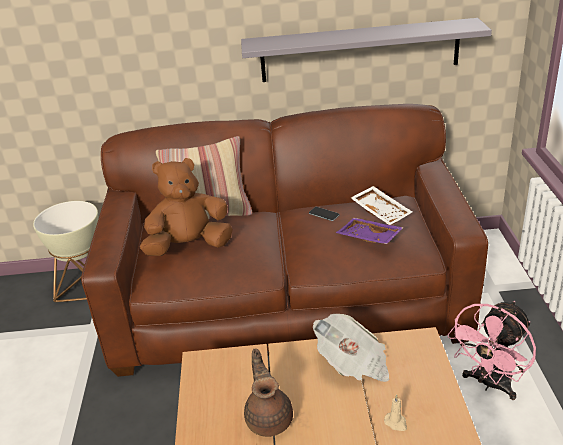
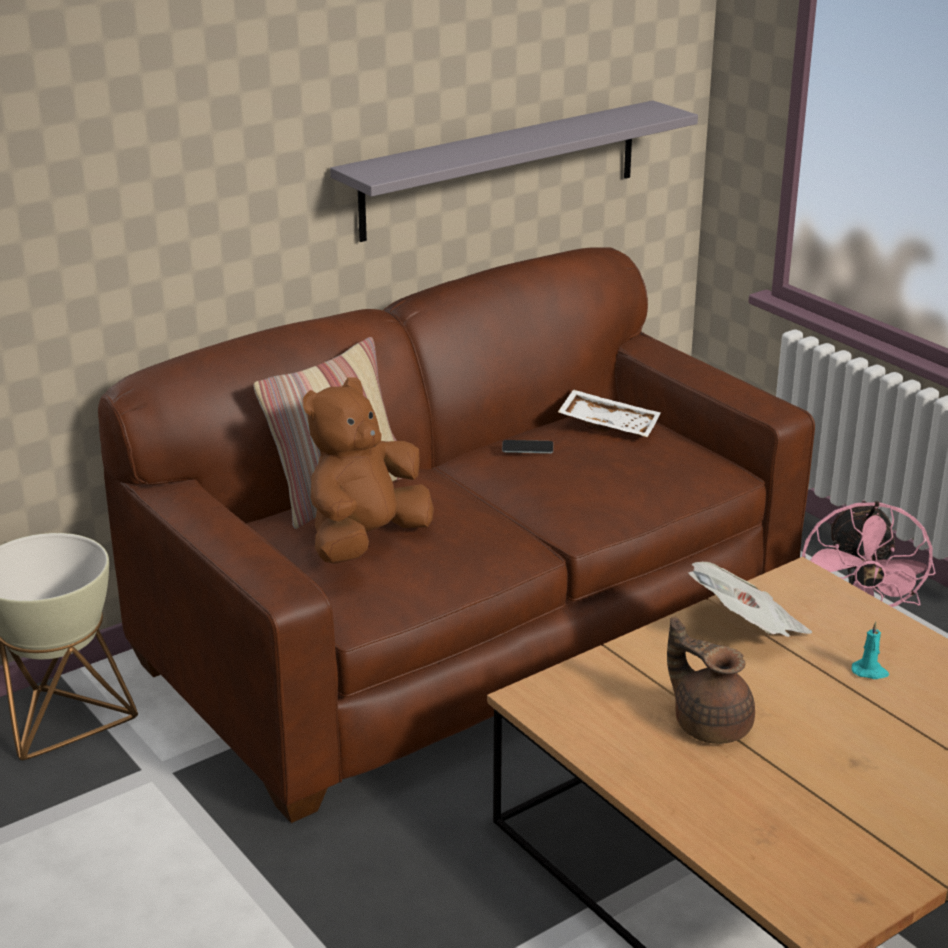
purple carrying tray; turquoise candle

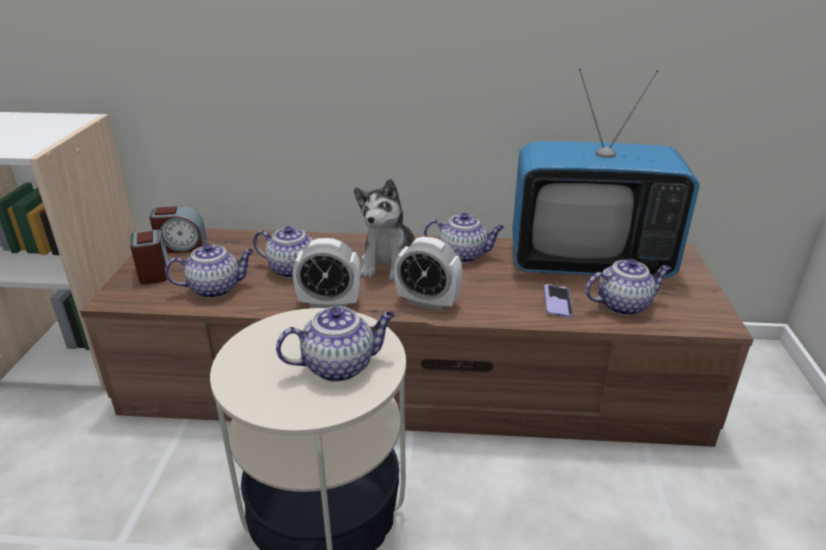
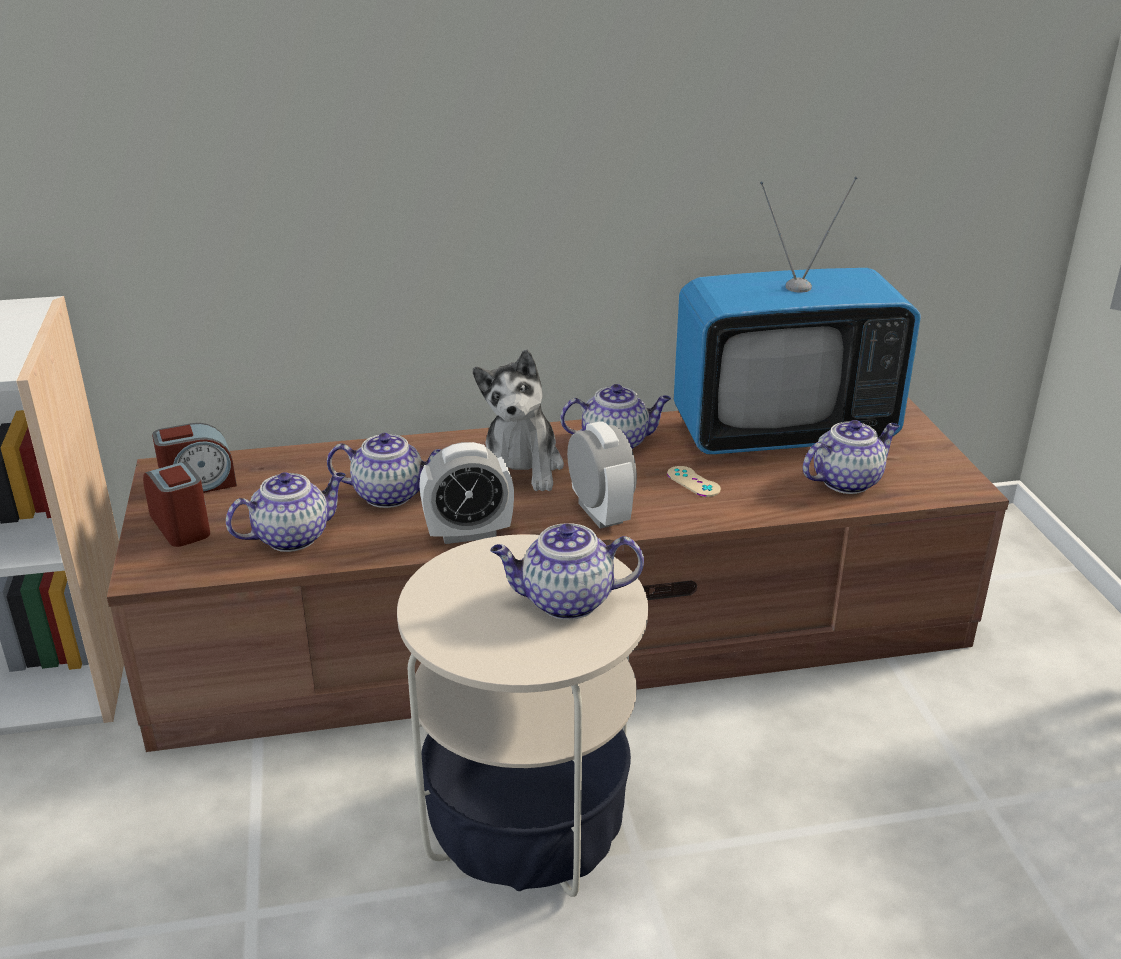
telephone; beige joypad; teapot (no. 3 from left); table clock (no. 4 from left)

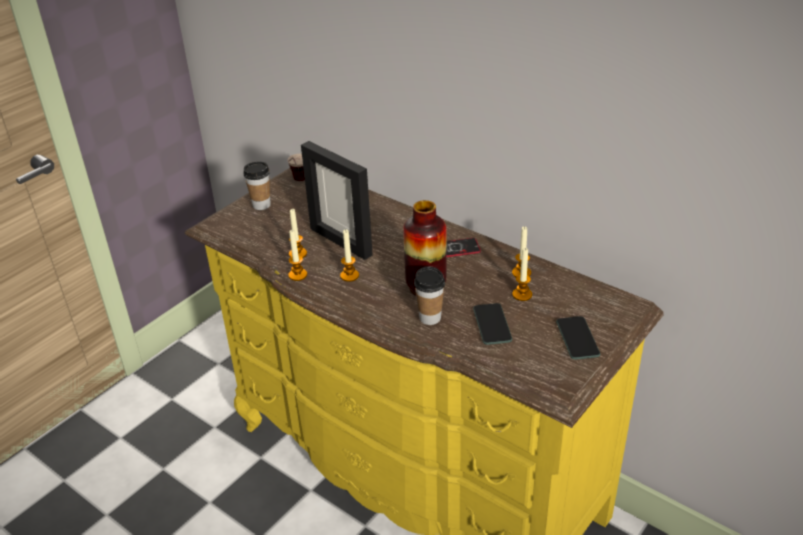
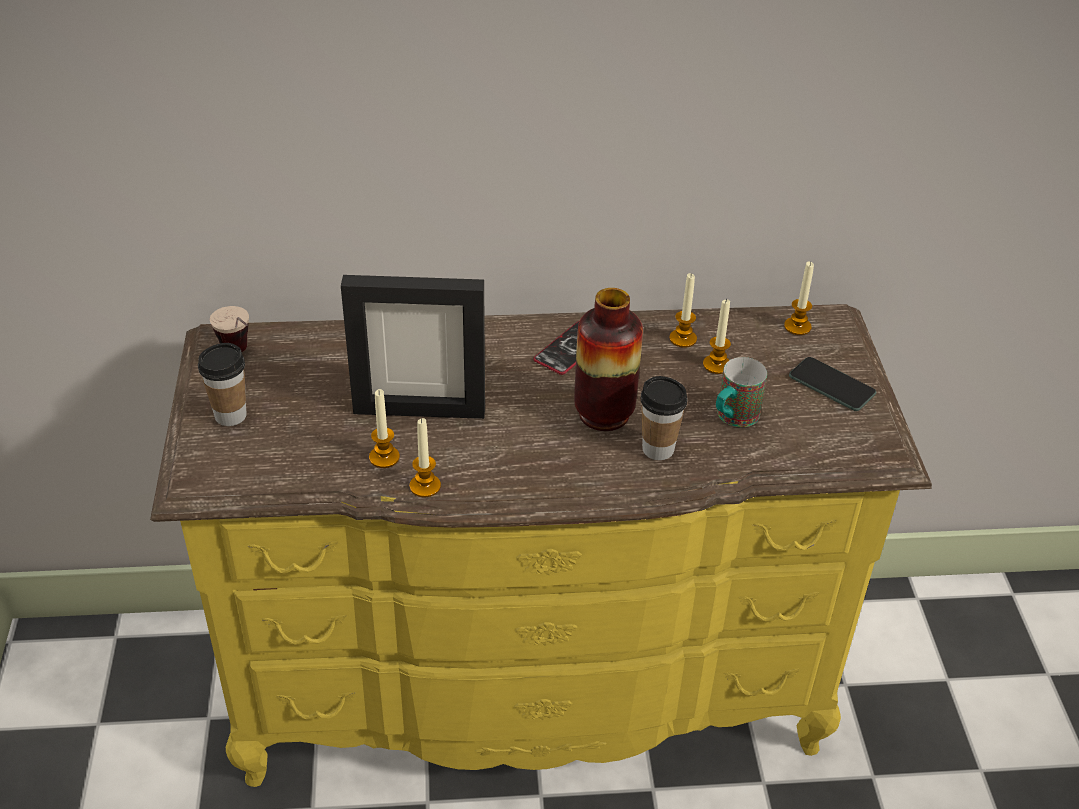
candle (no. 5 from left); mug

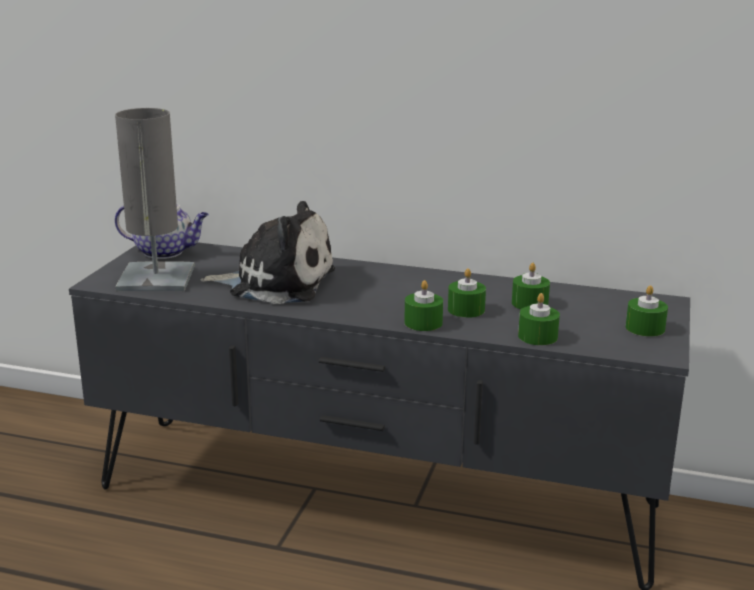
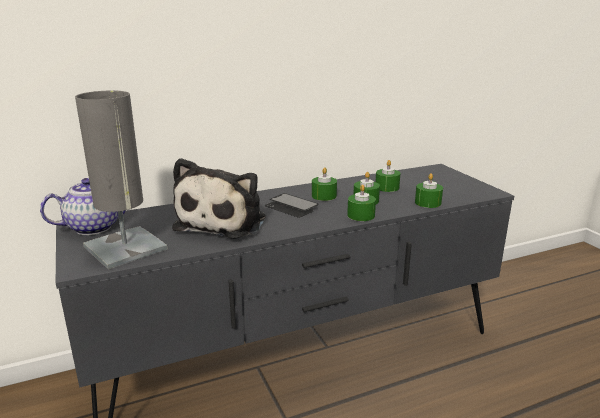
telephone; greenish candle (no. 1 from left); cuddly toy

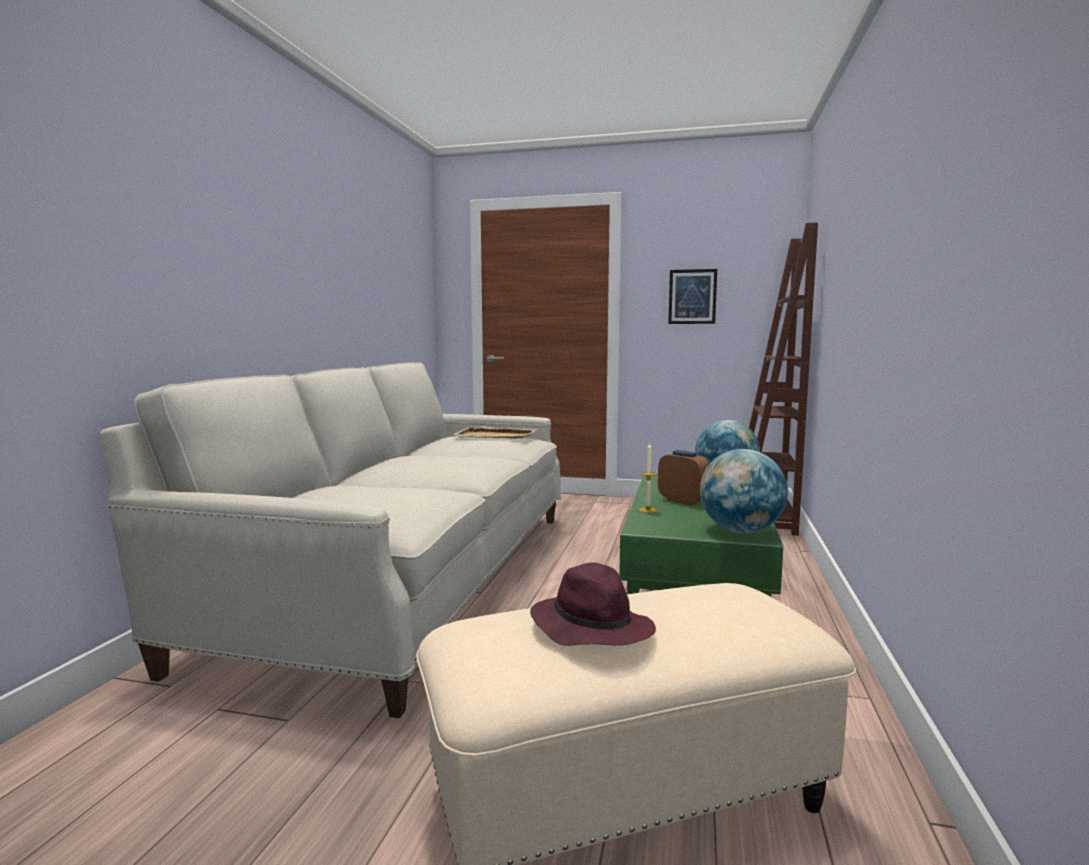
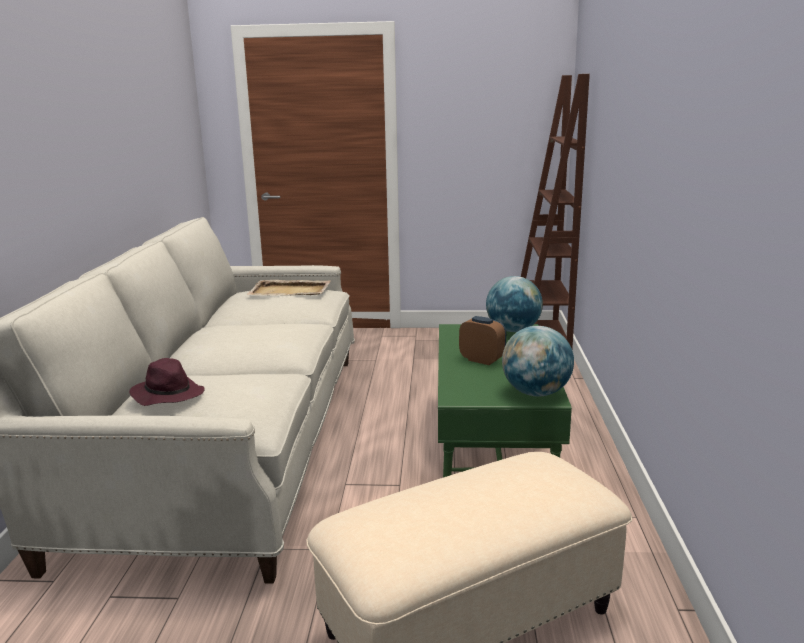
candle; picture; purple wearable hat

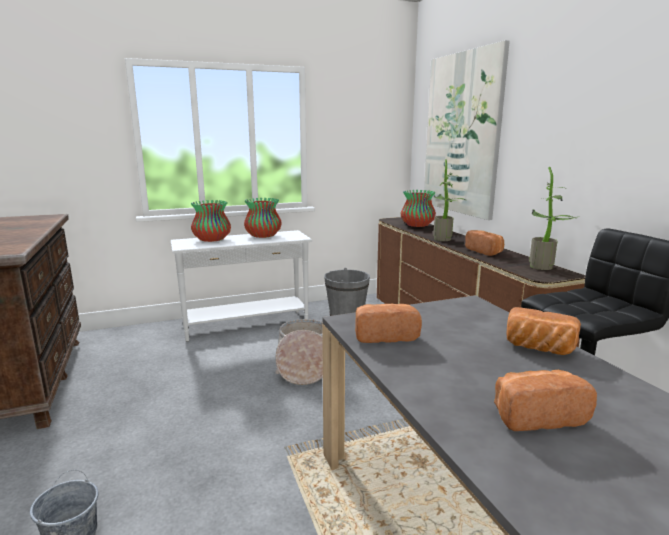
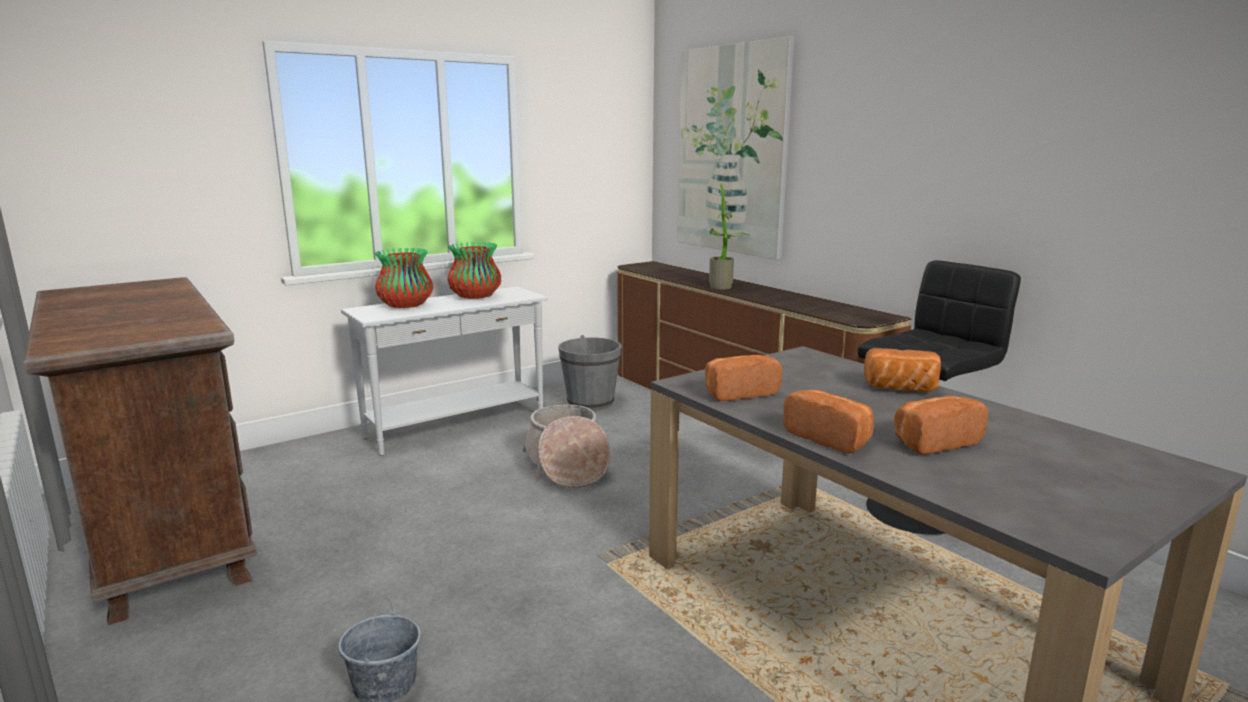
decorative vase (no. 3 from left in the first image); plant in a pot (no. 2 from left in the first image); bakery bread (no. 2 from left)

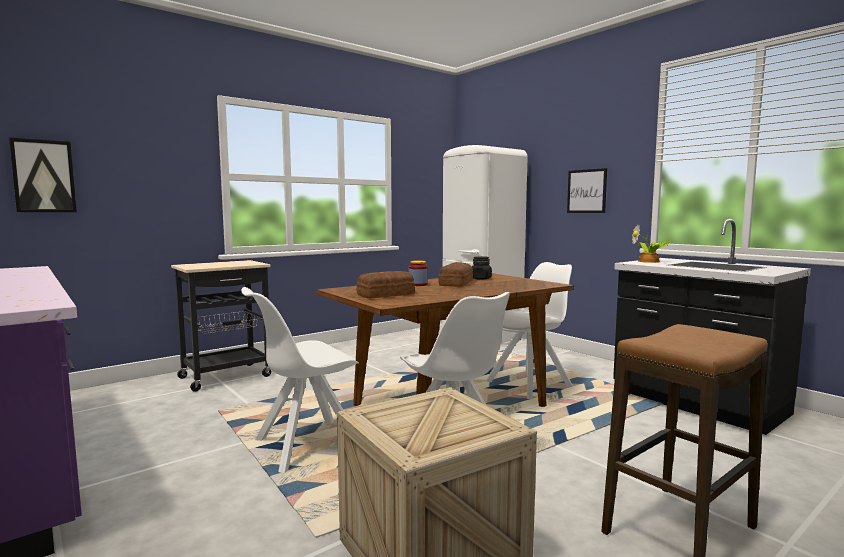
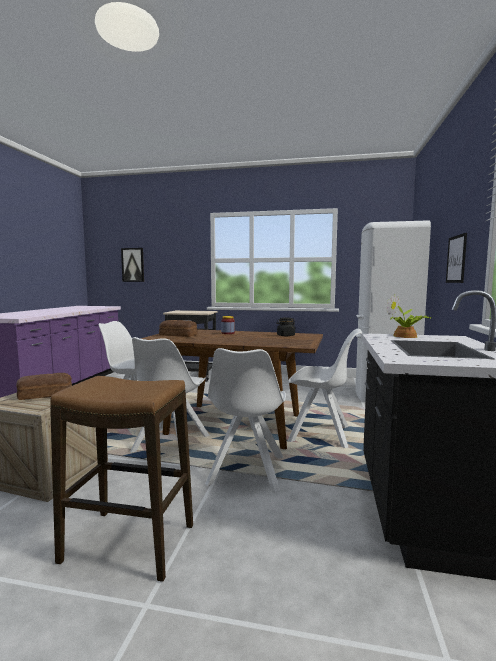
white chair (no. 3 from left); bakery bread (no. 1 from left)

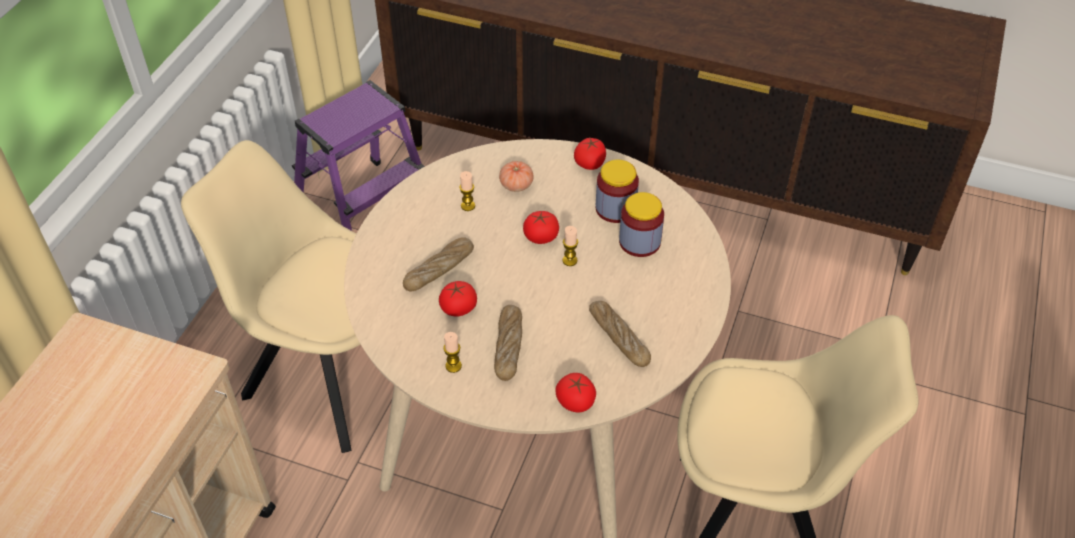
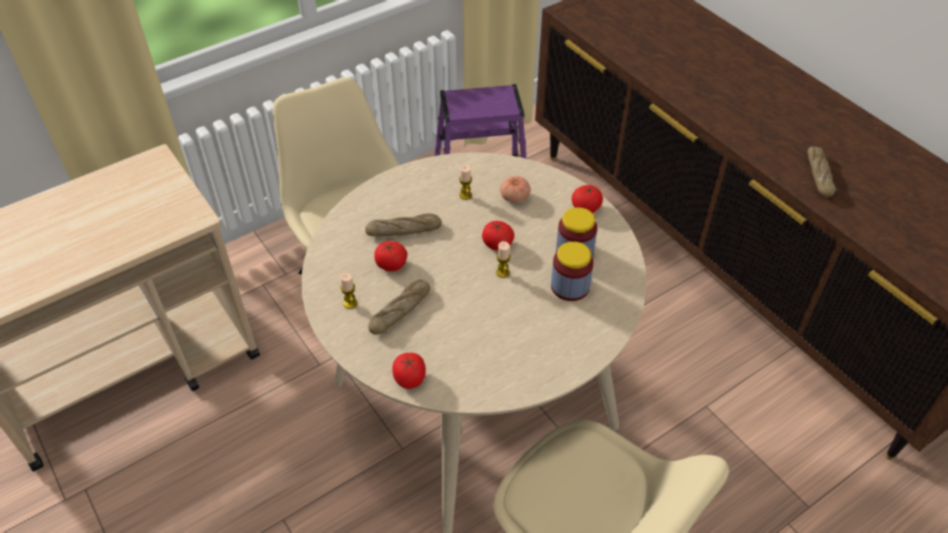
bakery bread (no. 3 from left)

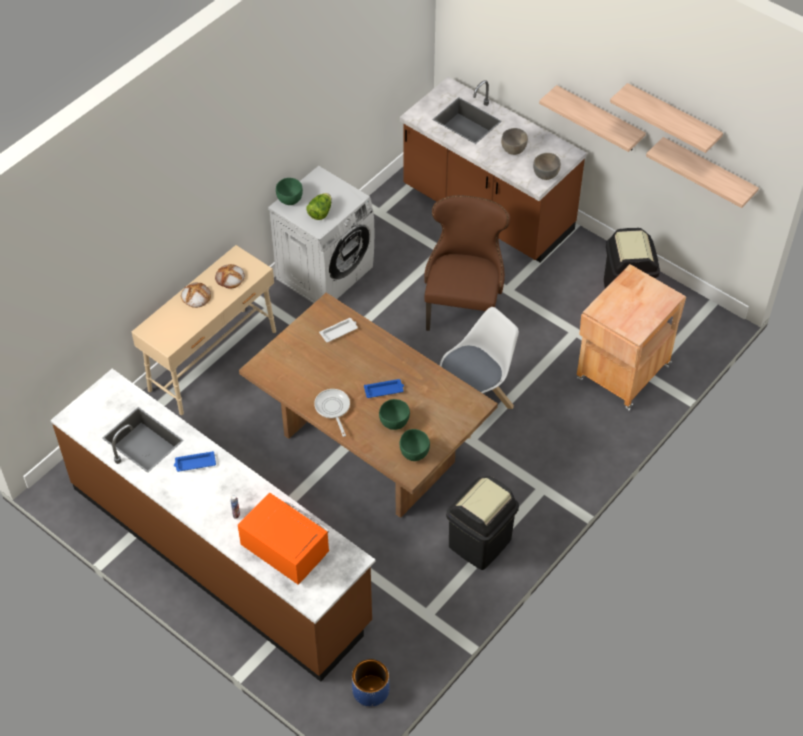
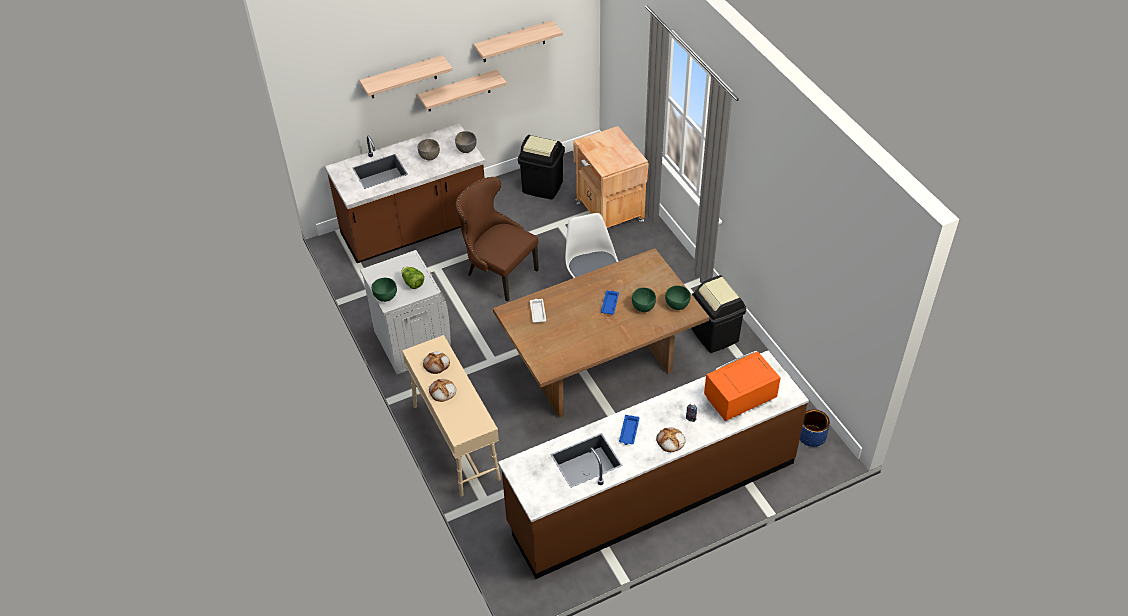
skillet; bakery bread (no. 3 from left); shelf (no. 1 from left)

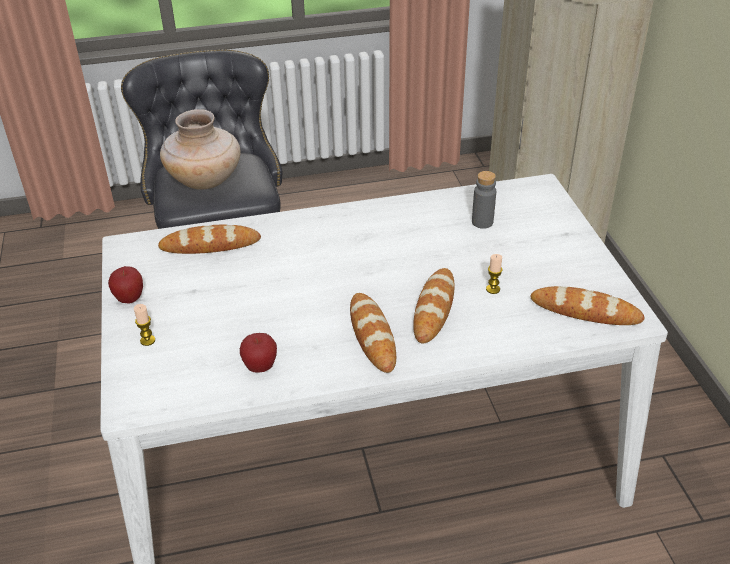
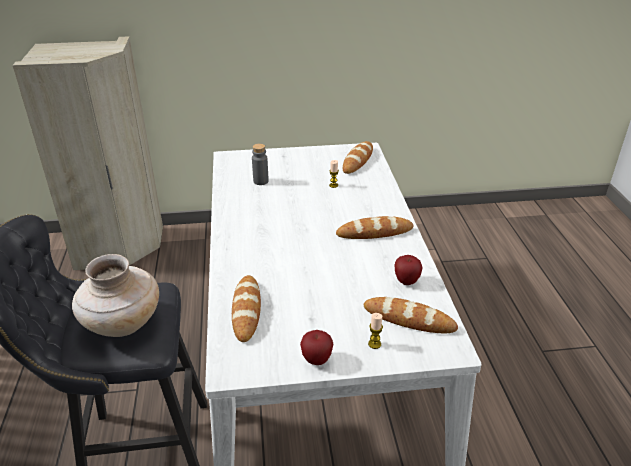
bakery bread (no. 4 from left)

